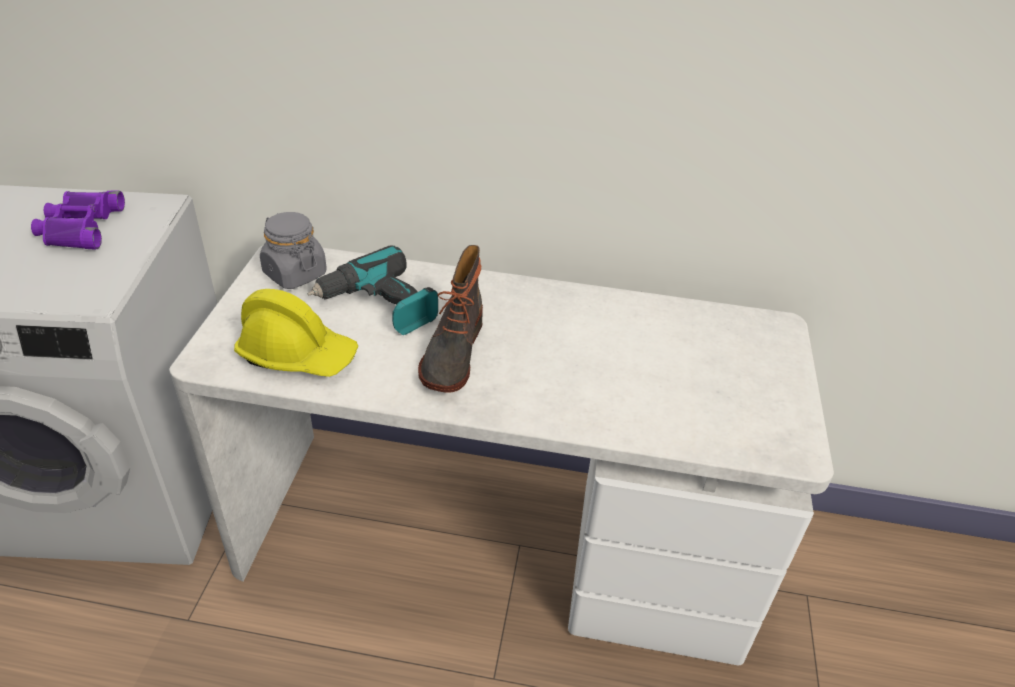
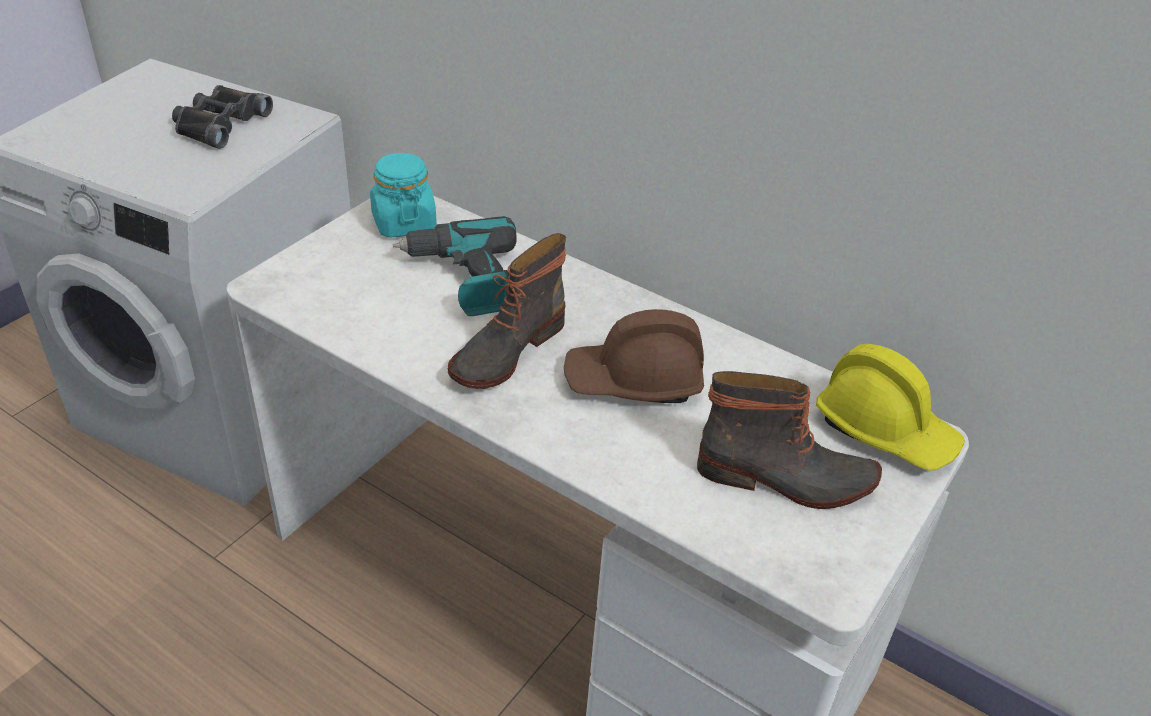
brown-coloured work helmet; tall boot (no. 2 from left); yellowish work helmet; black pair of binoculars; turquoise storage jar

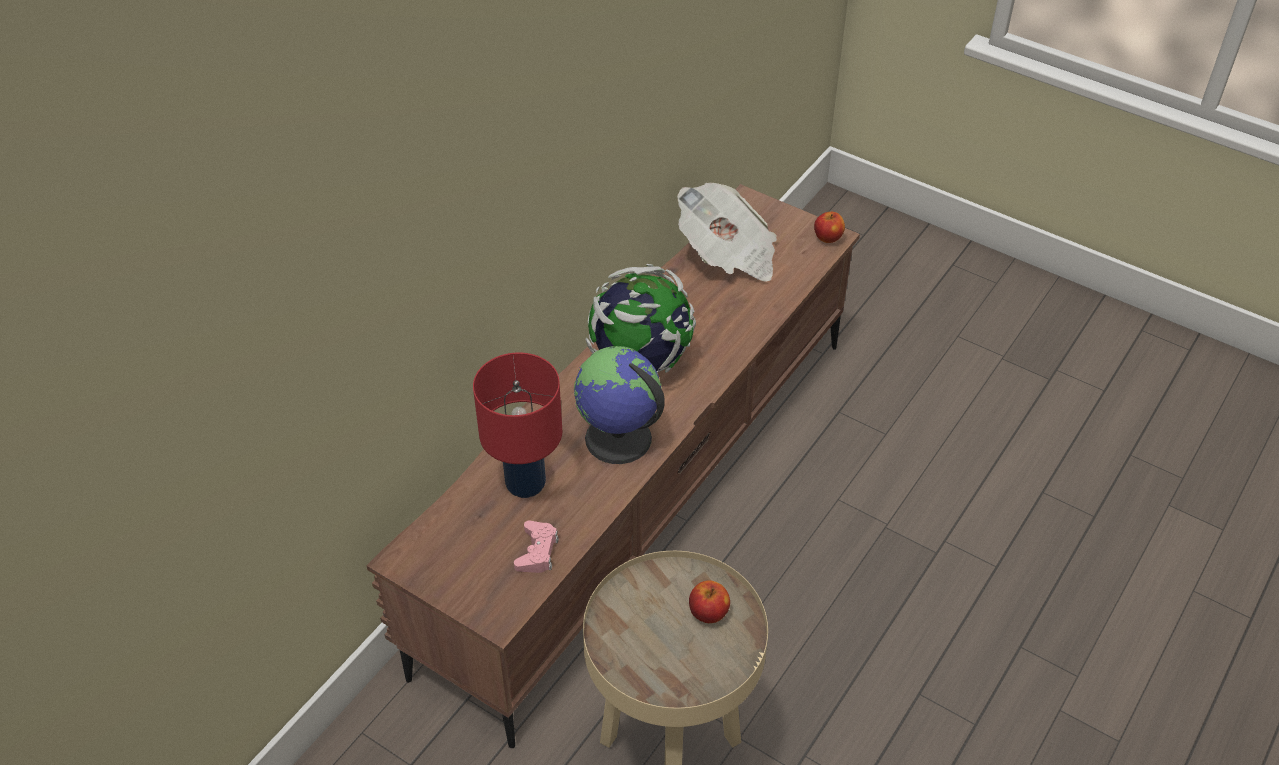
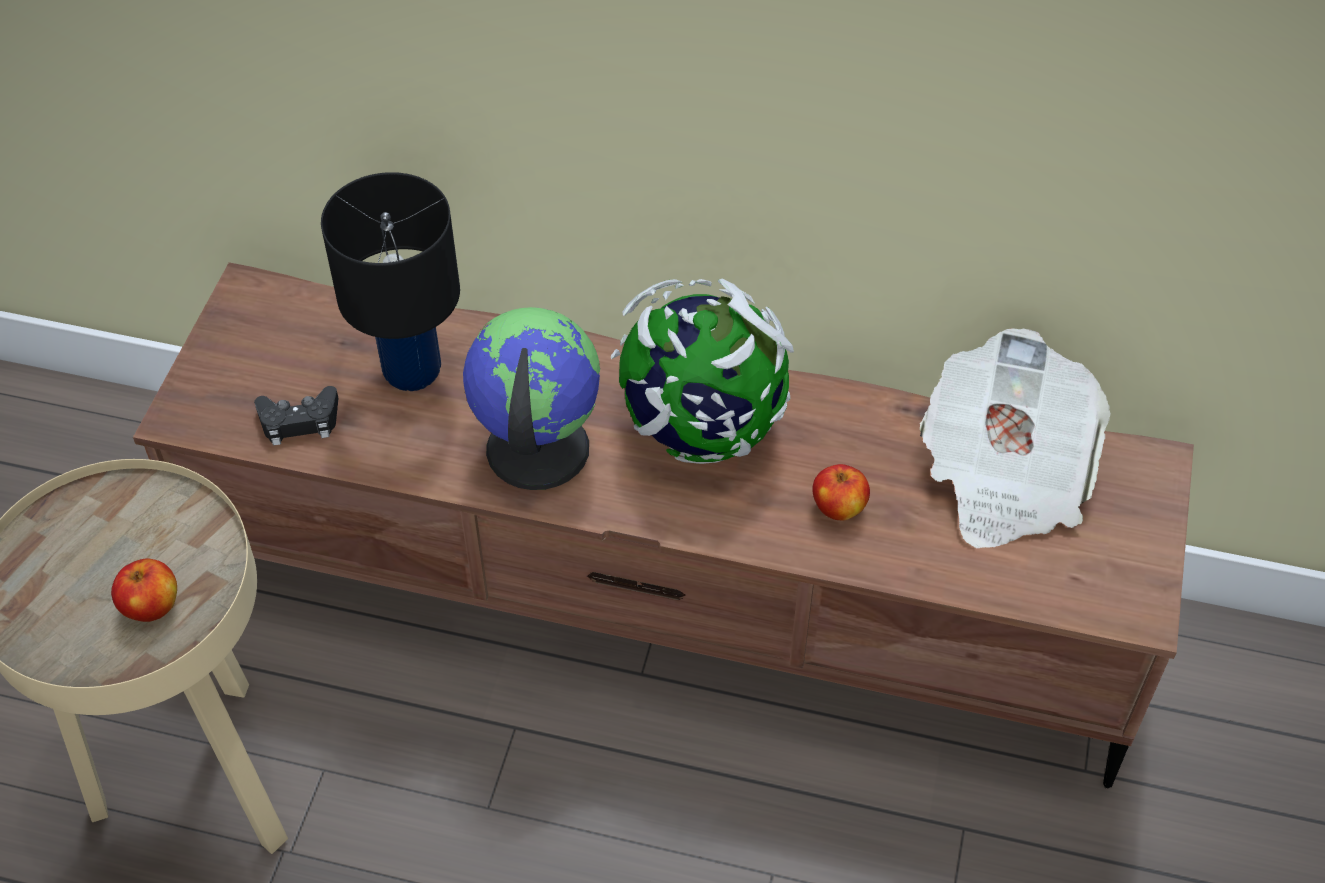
whole apple (no. 2 from left); black table lamp; black joypad

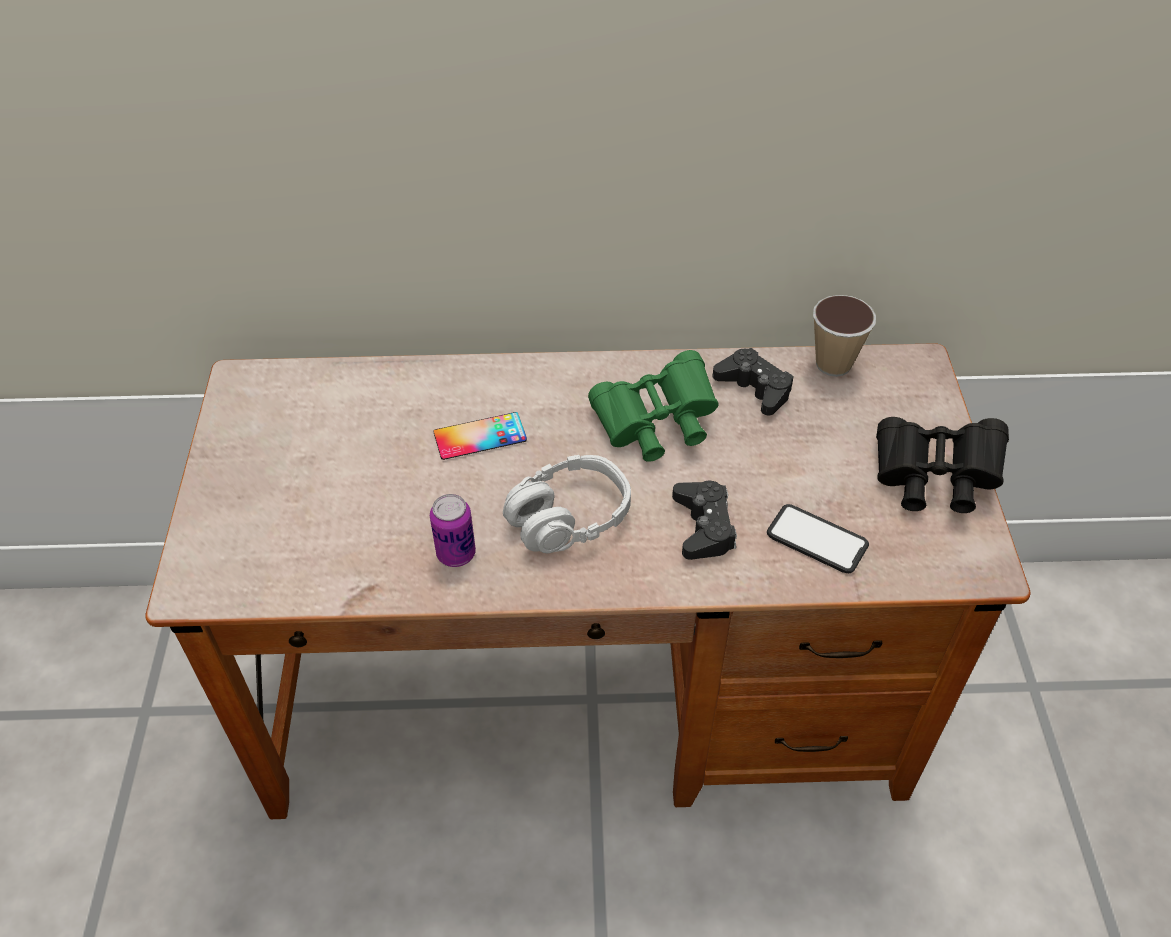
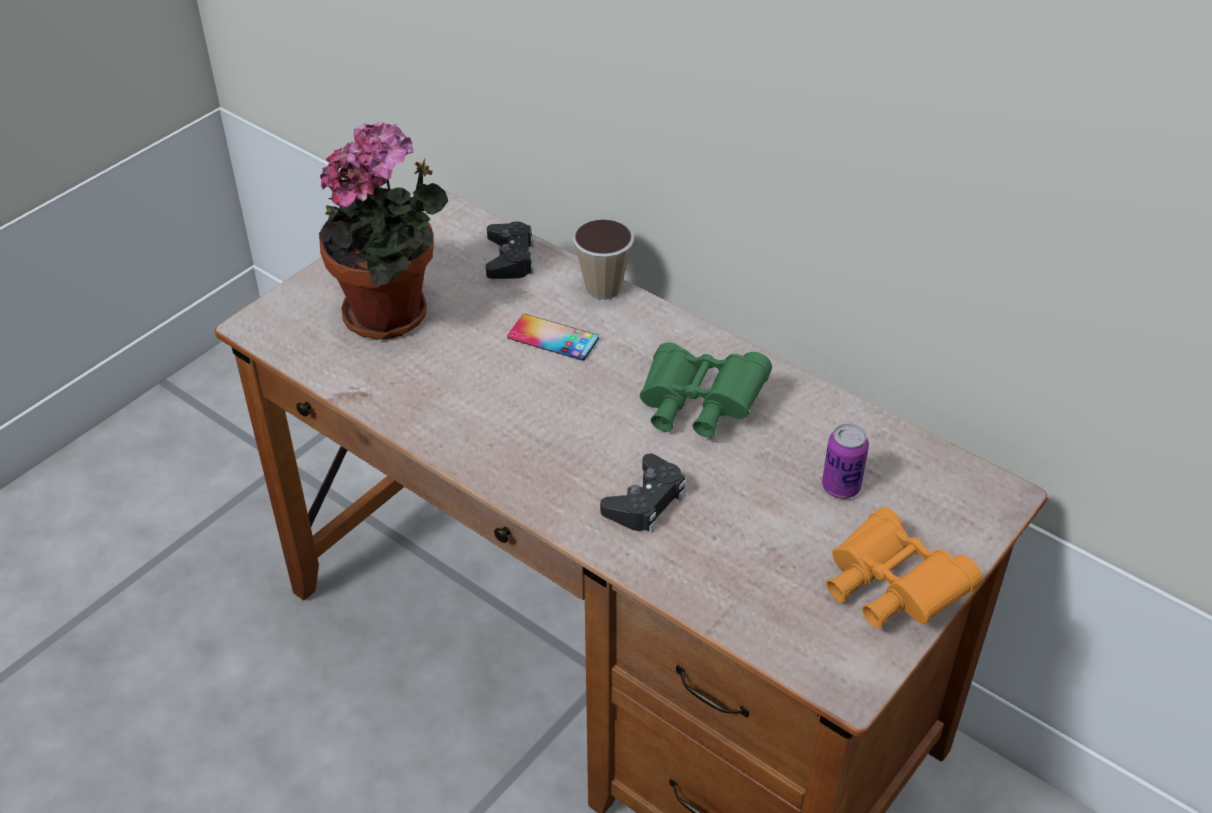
greyish headset; telephone (no. 2 from left in the first image); plant in a pot; can; black joypad (no. 1 from left); drinking cup; orange pair of binoculars

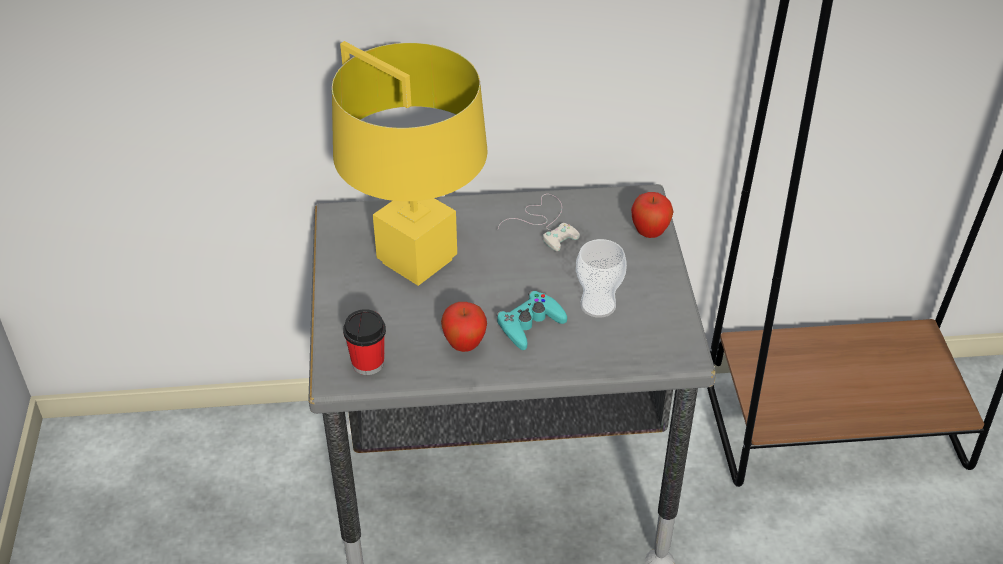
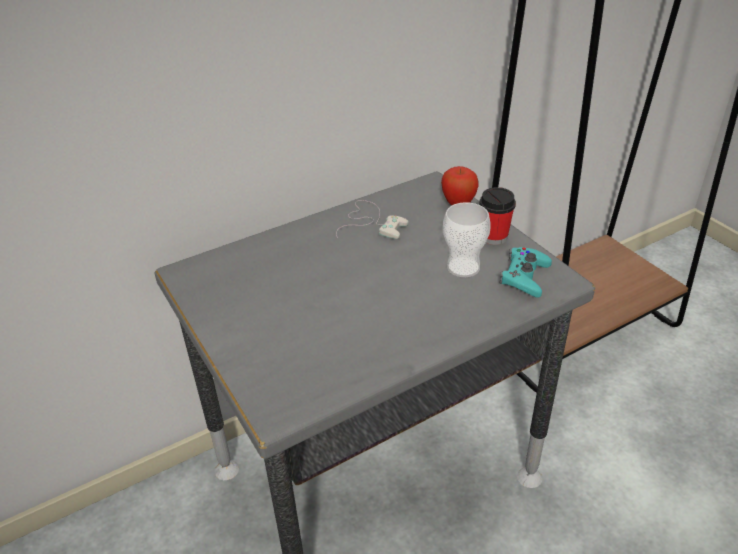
yellowish table lamp; whole apple (no. 1 from left in the first image); drinking cup (no. 2 from left); turquoise joypad

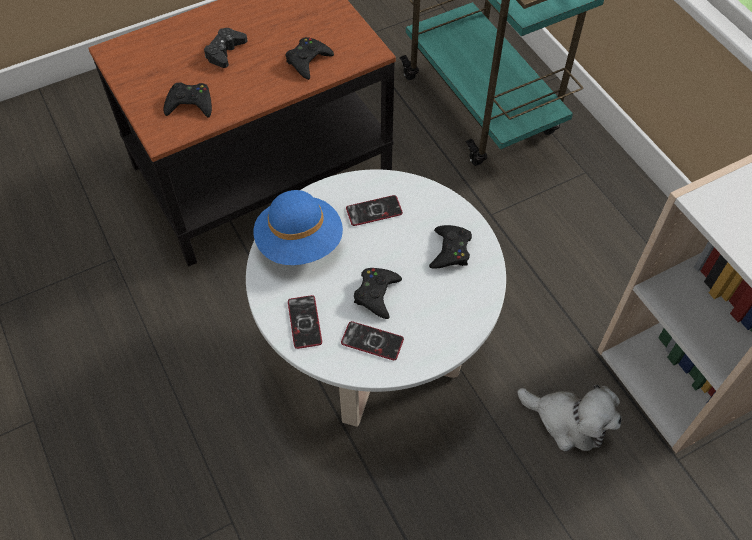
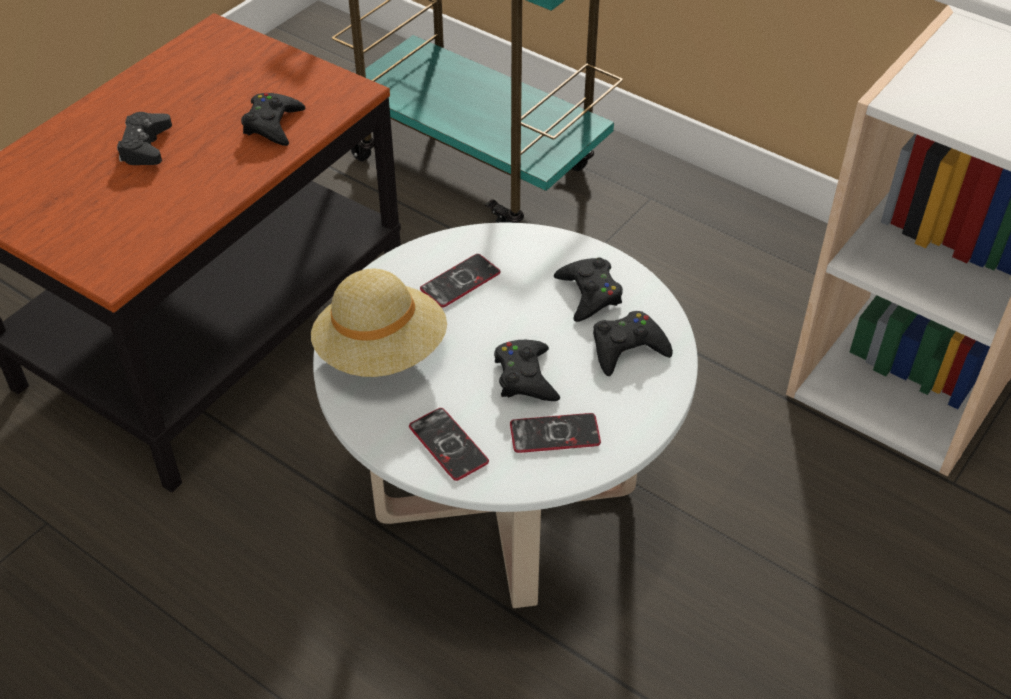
cuddly toy; black joypad (no. 5 from left); beige wearable hat

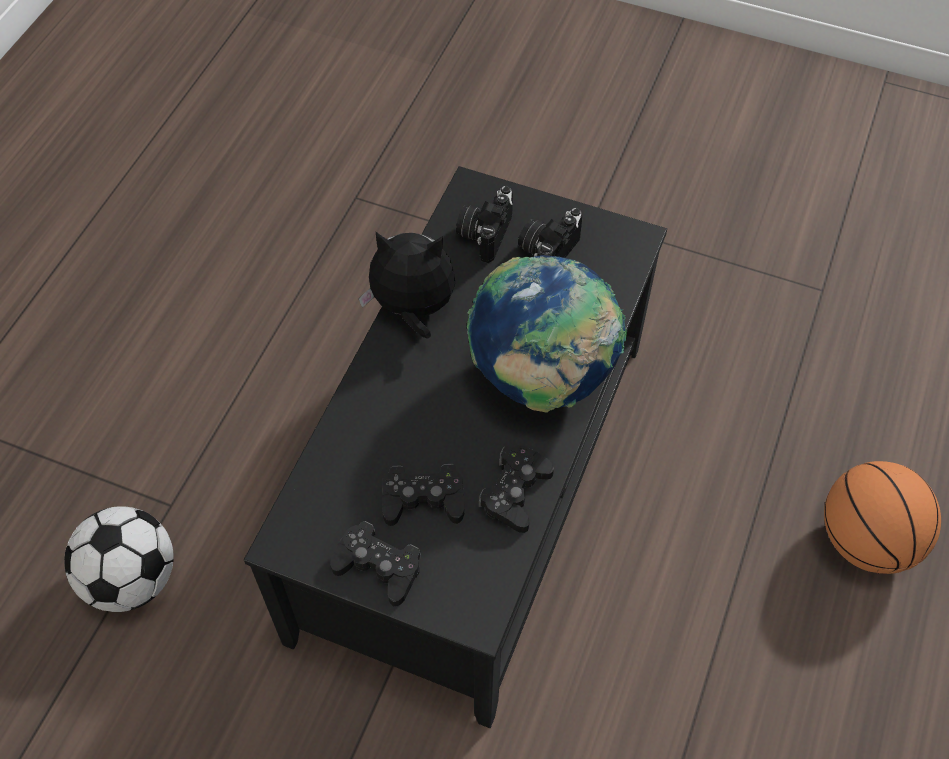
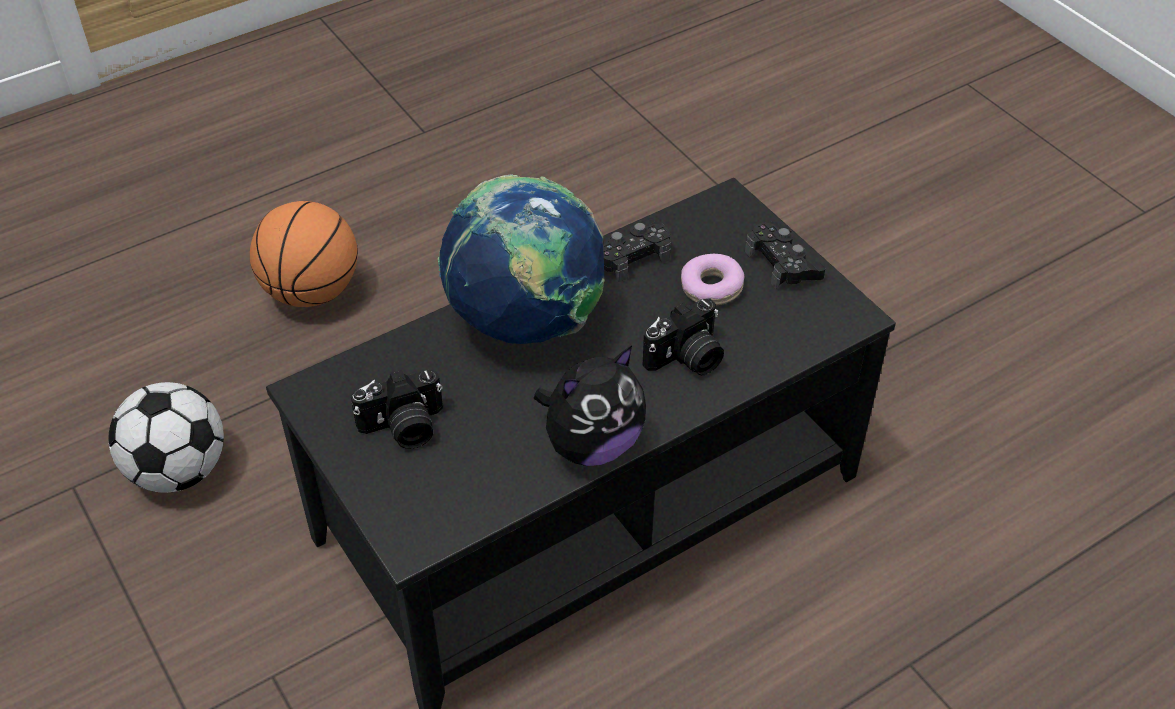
football; still camera (no. 2 from left); donut; cuddly toy

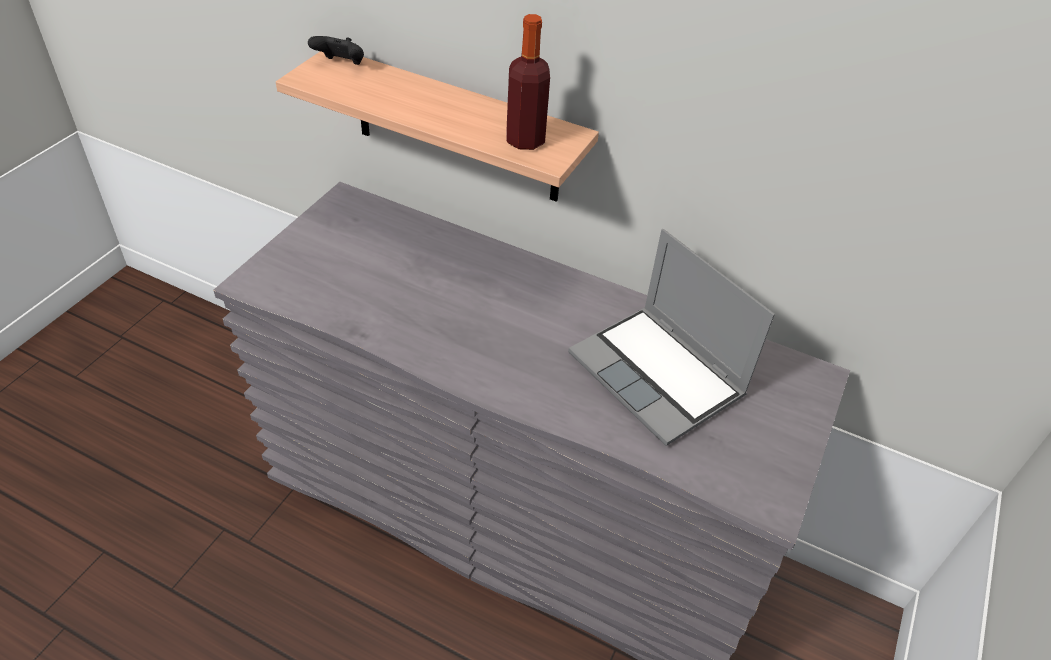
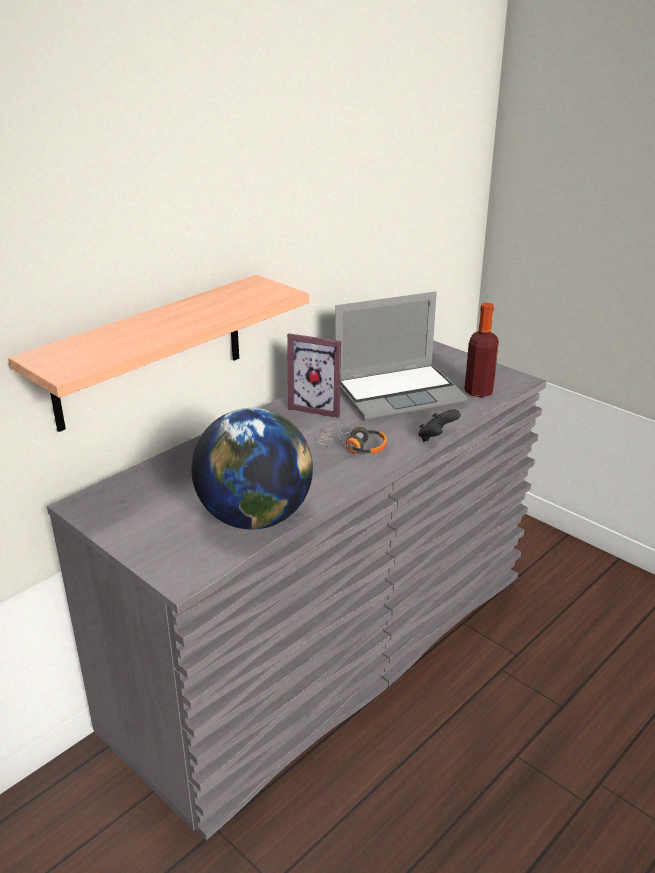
world globe; picture frame; headset; black joypad; bottle

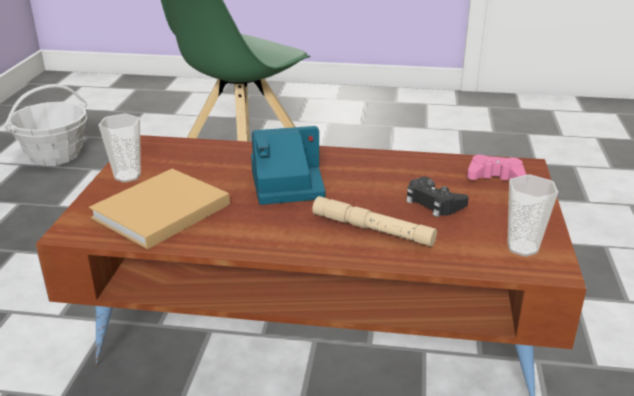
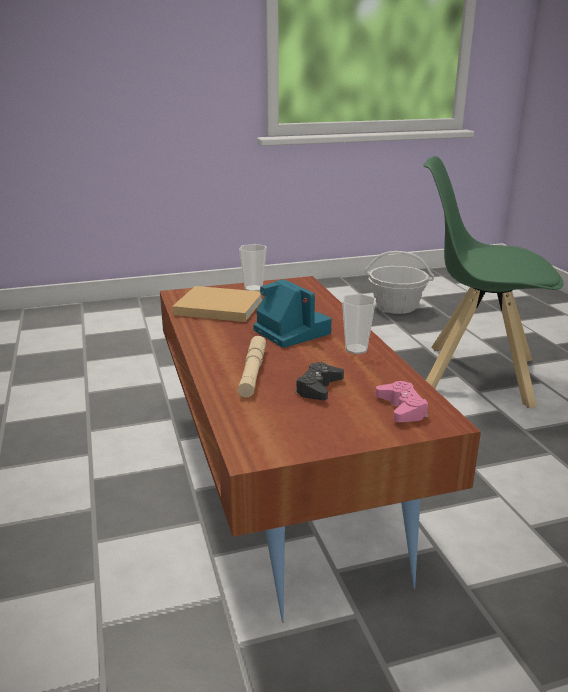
drinking cup (no. 2 from left)

